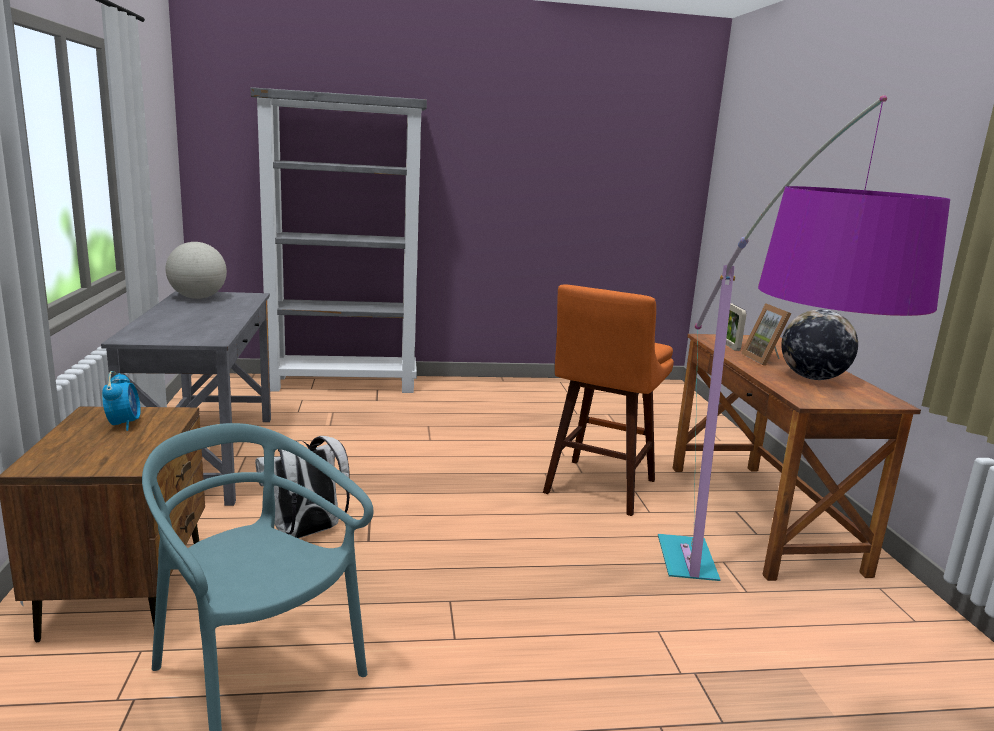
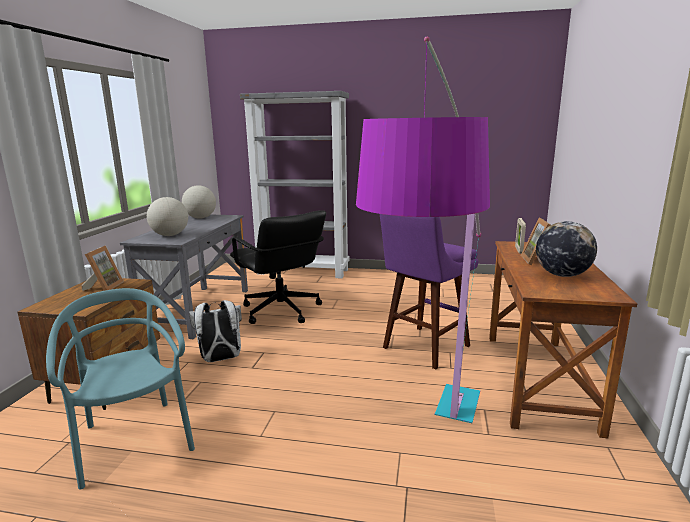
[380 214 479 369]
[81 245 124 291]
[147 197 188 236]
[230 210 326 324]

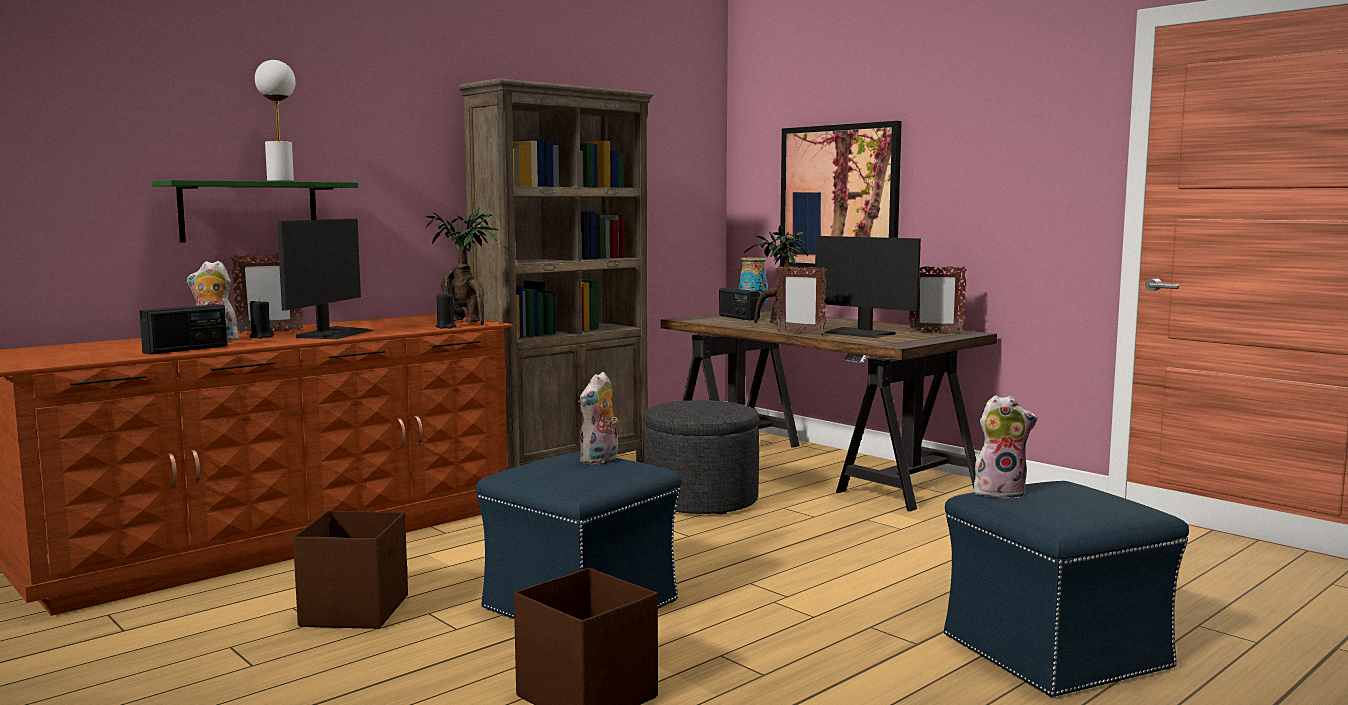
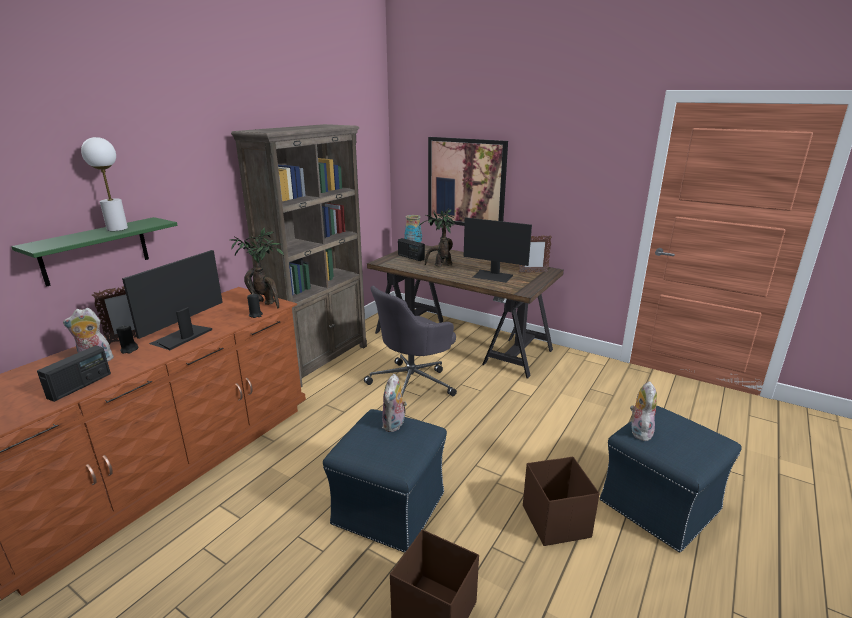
[122 250 223 350]
[776 266 827 335] (first image)
[630 381 657 441]
[364 286 457 396]
[523 456 600 546]

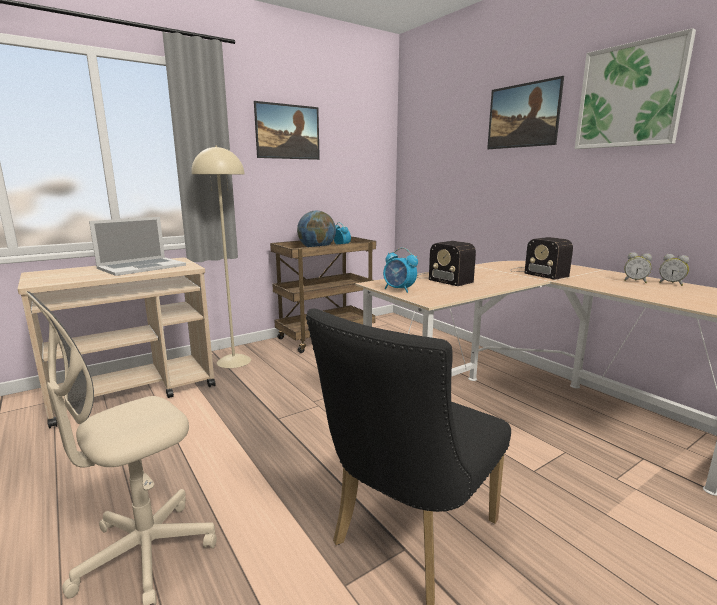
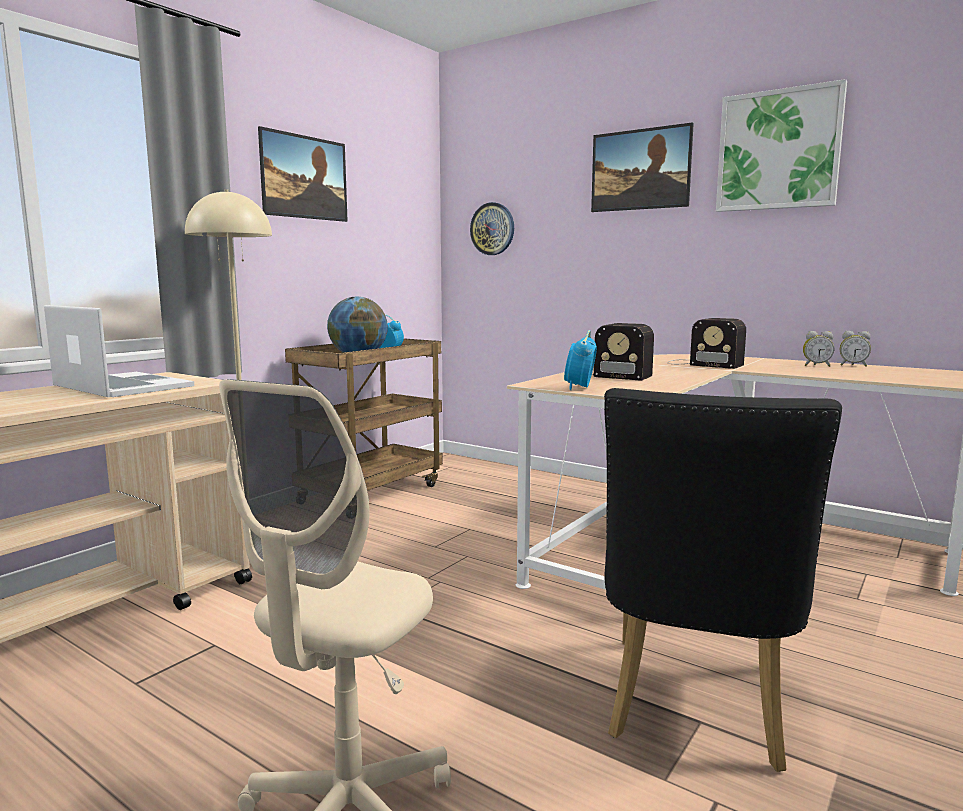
[44 305 194 397]
[564 330 597 390]
[470 202 514 255]

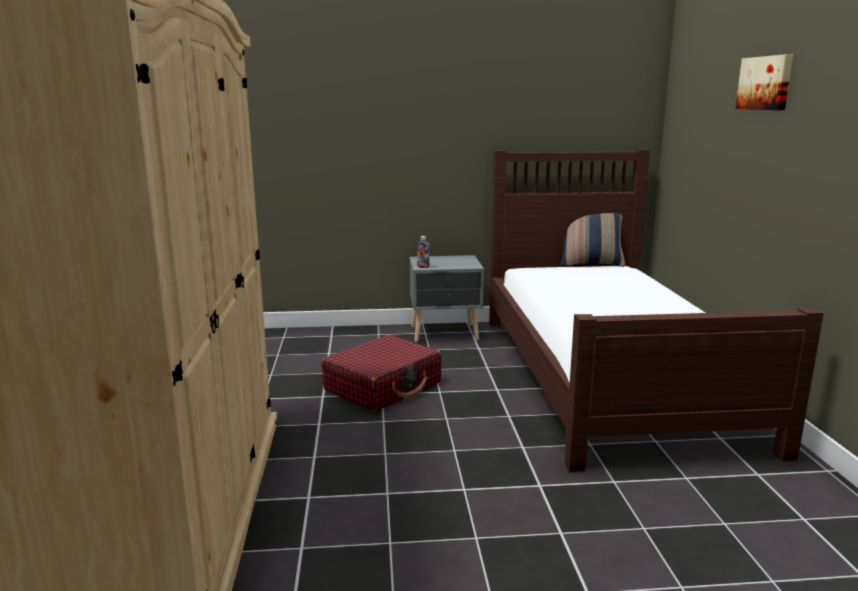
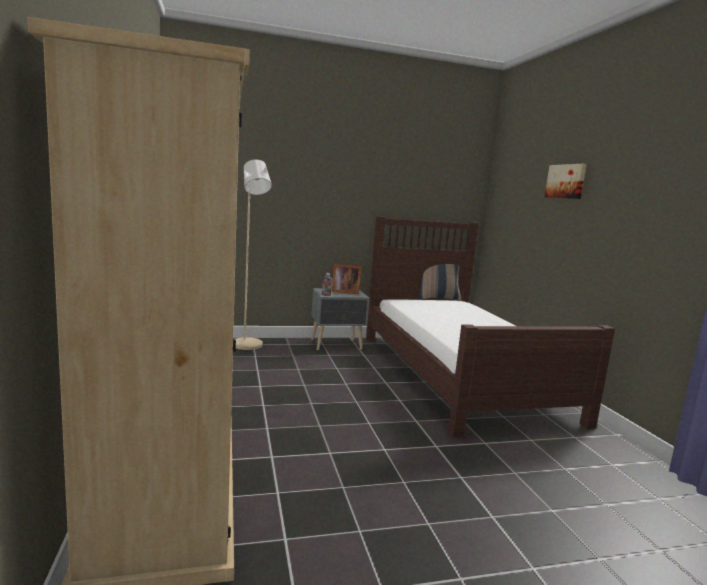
[322 335 441 411] (first image)
[234 160 272 350]
[331 264 361 294]

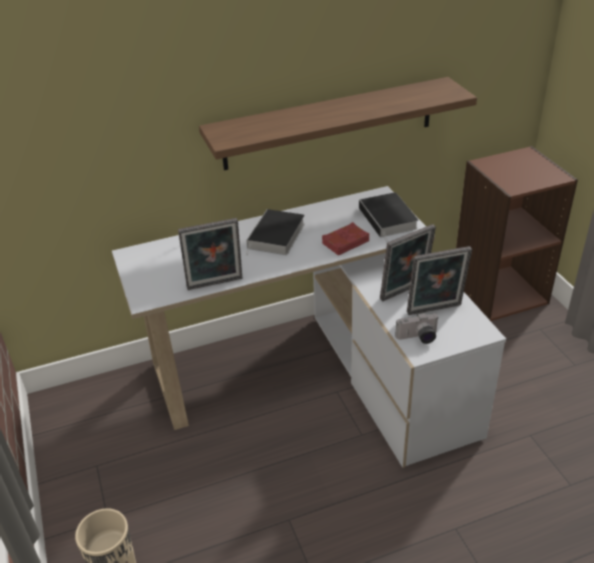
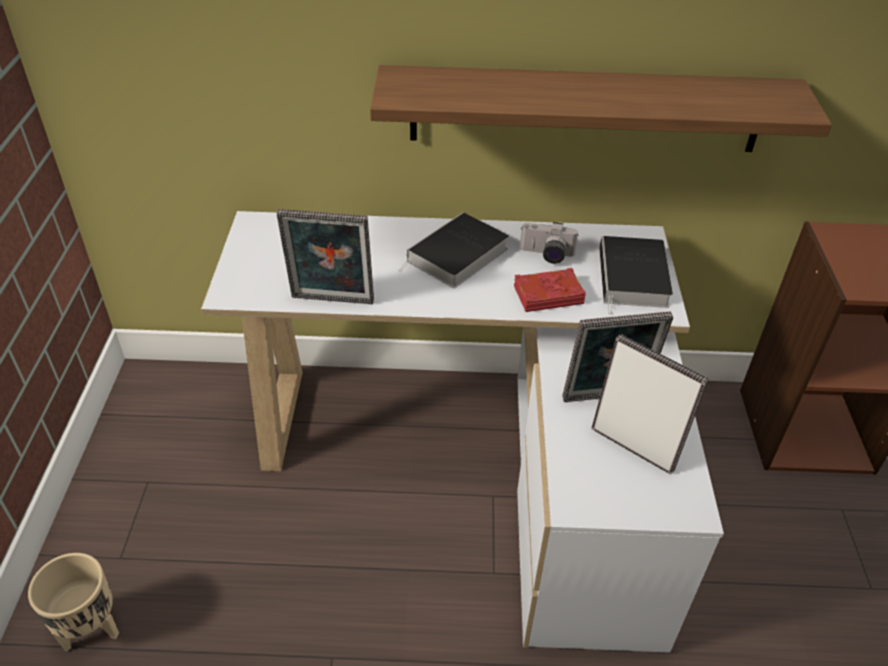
[591 334 709 474]
[520 222 578 264]

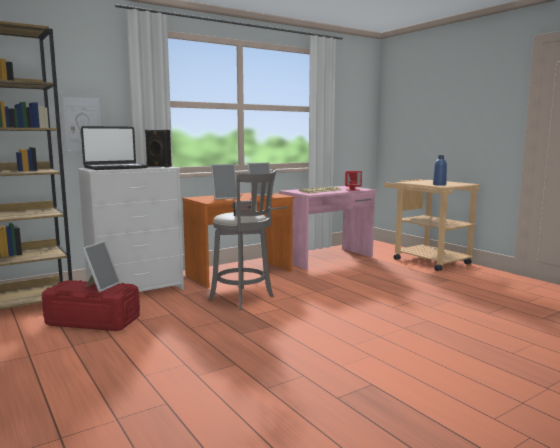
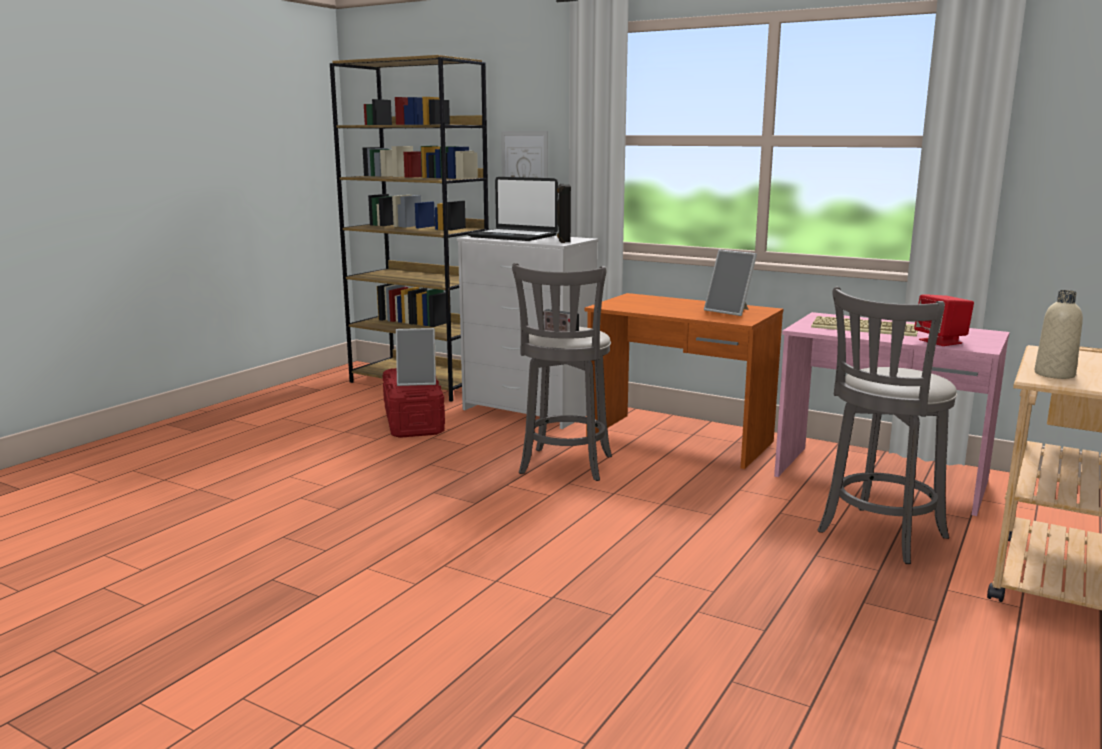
[1035 290 1083 379]
[211 164 237 200] (first image)
[818 286 957 564]

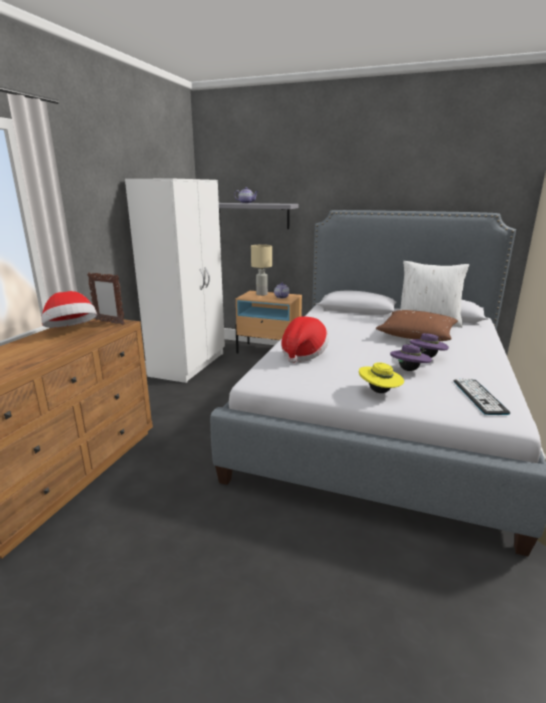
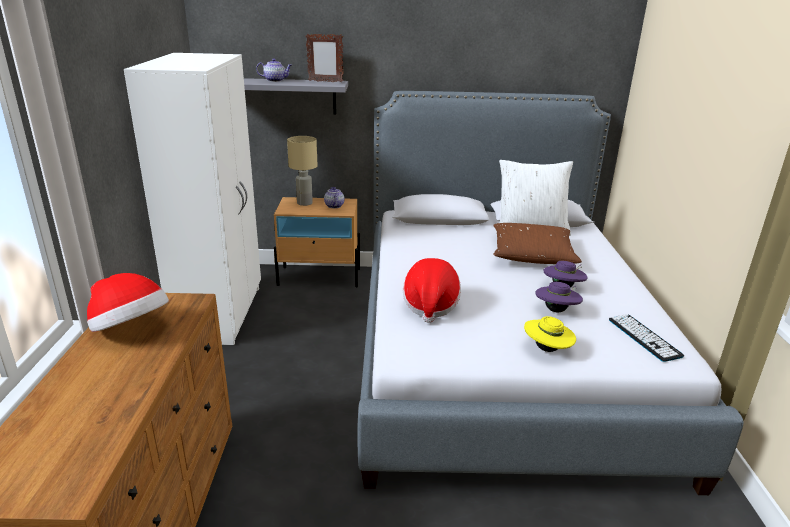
[306 33 344 83]

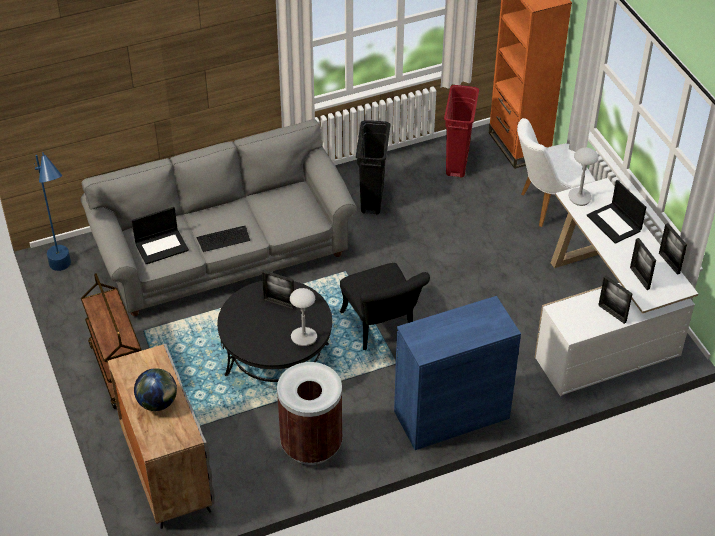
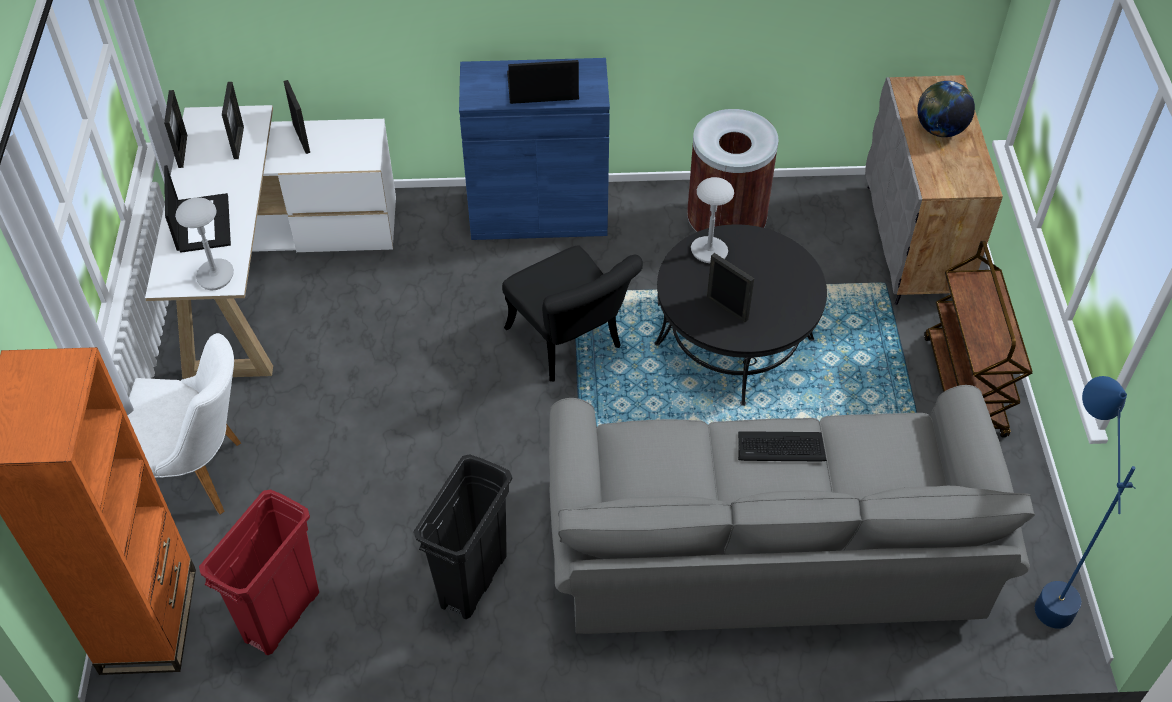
[507 60 579 104]
[502 245 643 382]

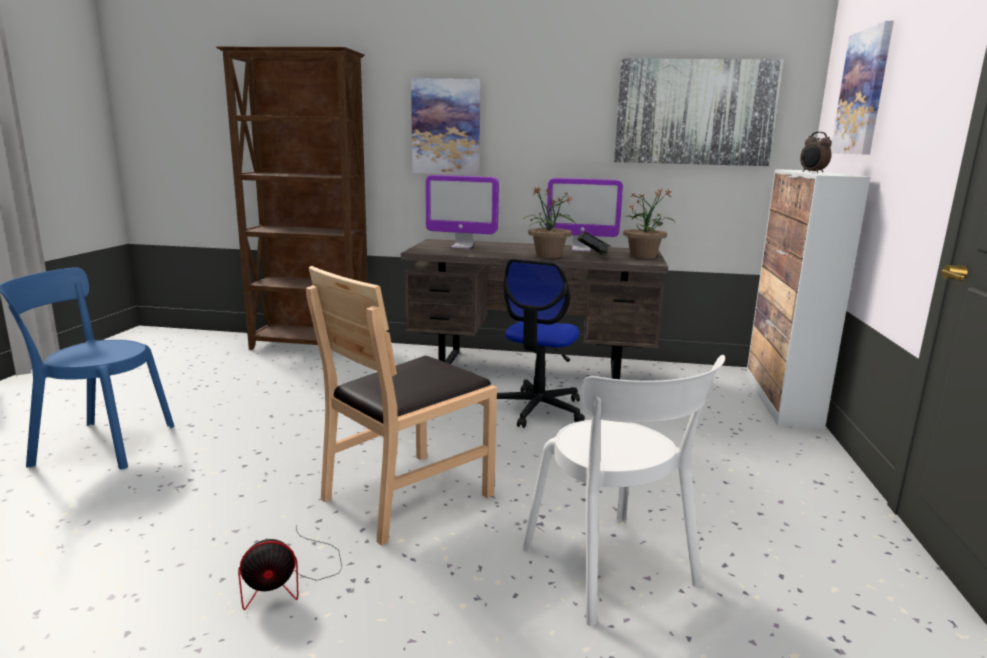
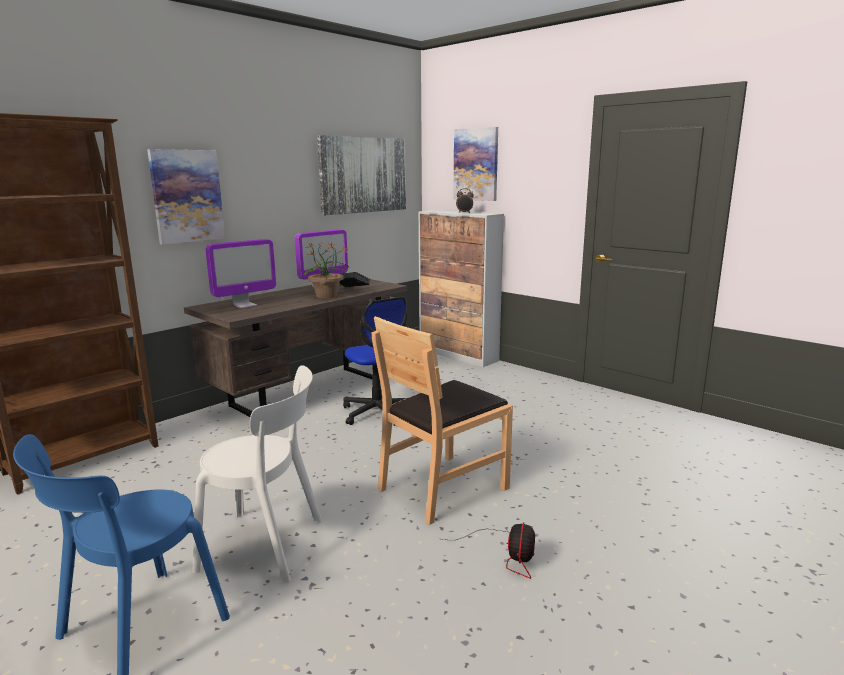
[623 189 675 259] (first image)
[372 316 513 525]
[192 365 322 583]

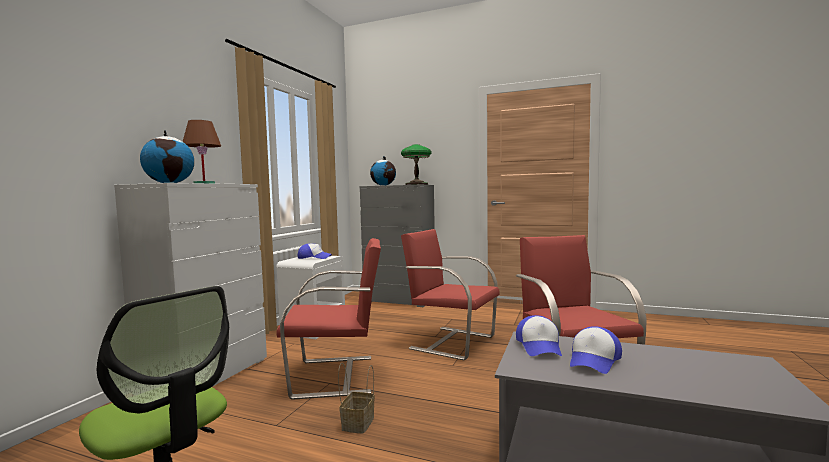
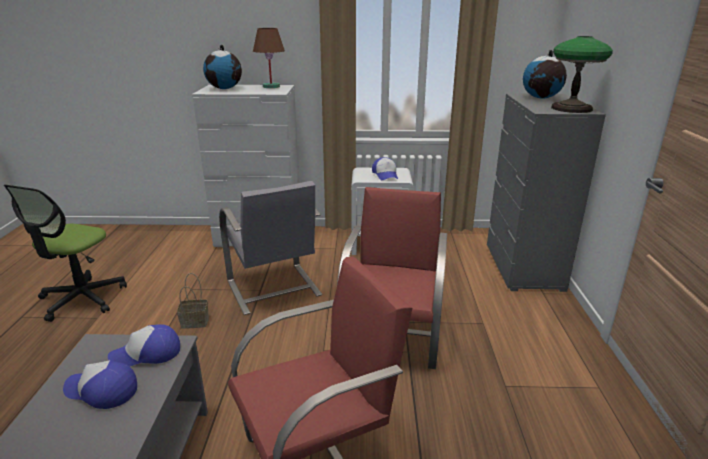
[219 181 322 315]

